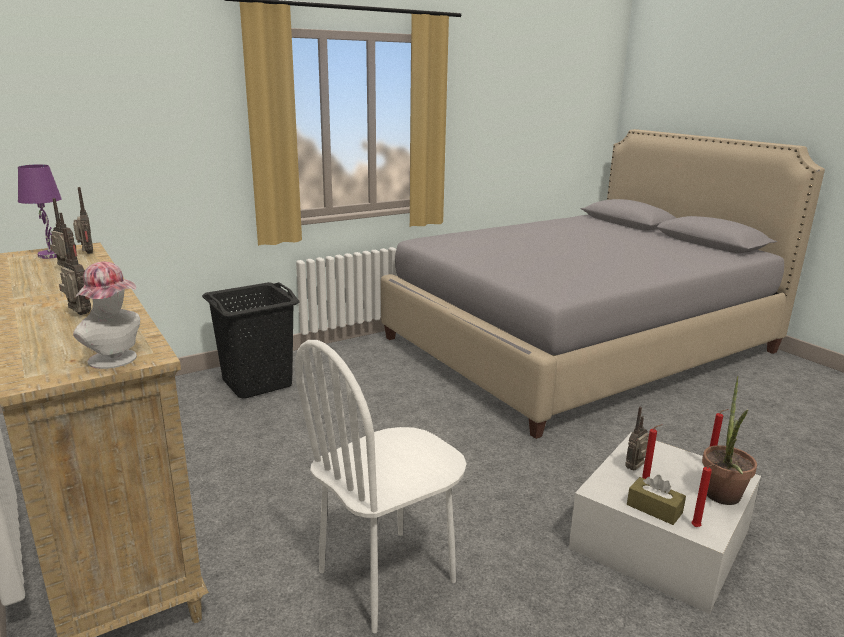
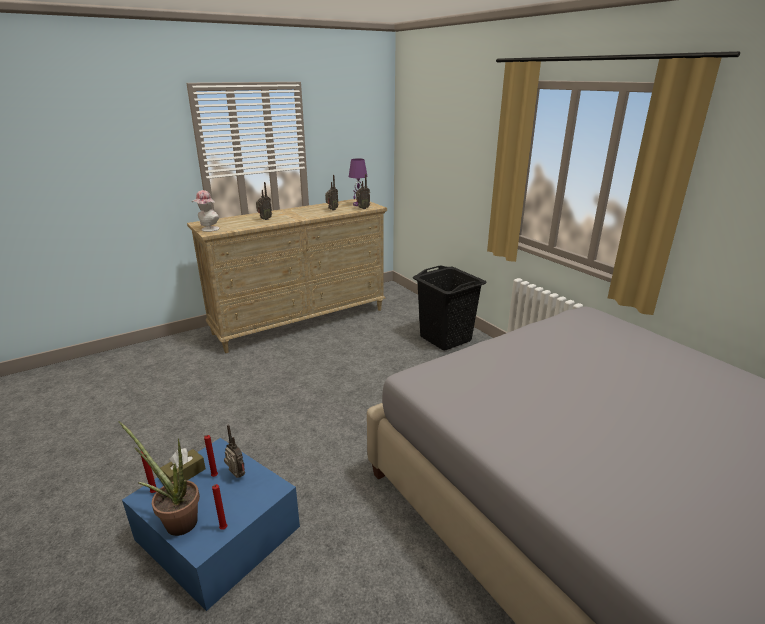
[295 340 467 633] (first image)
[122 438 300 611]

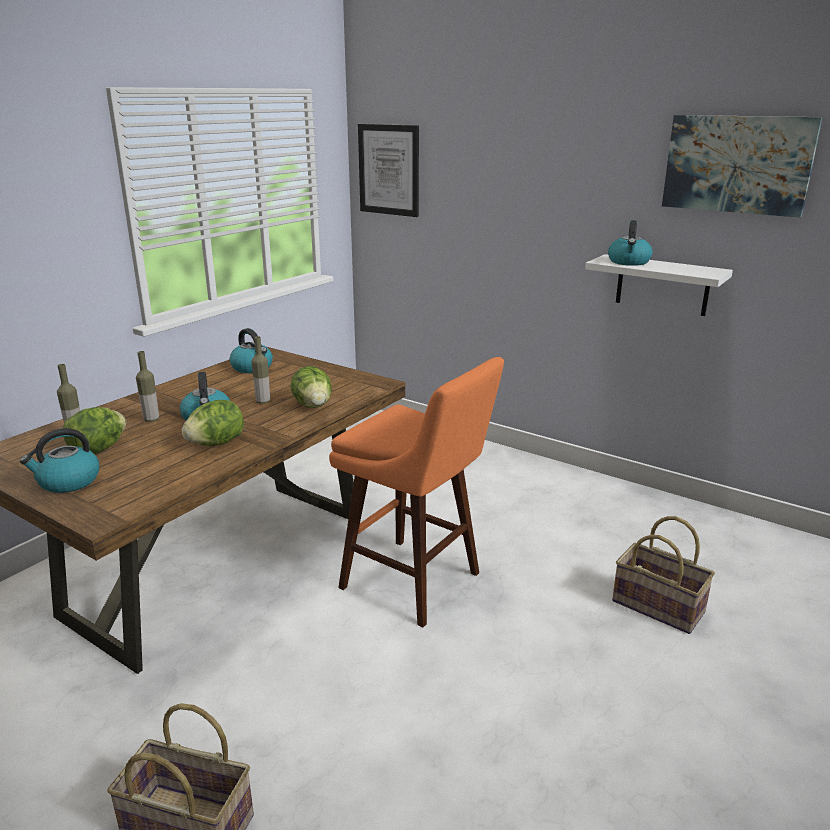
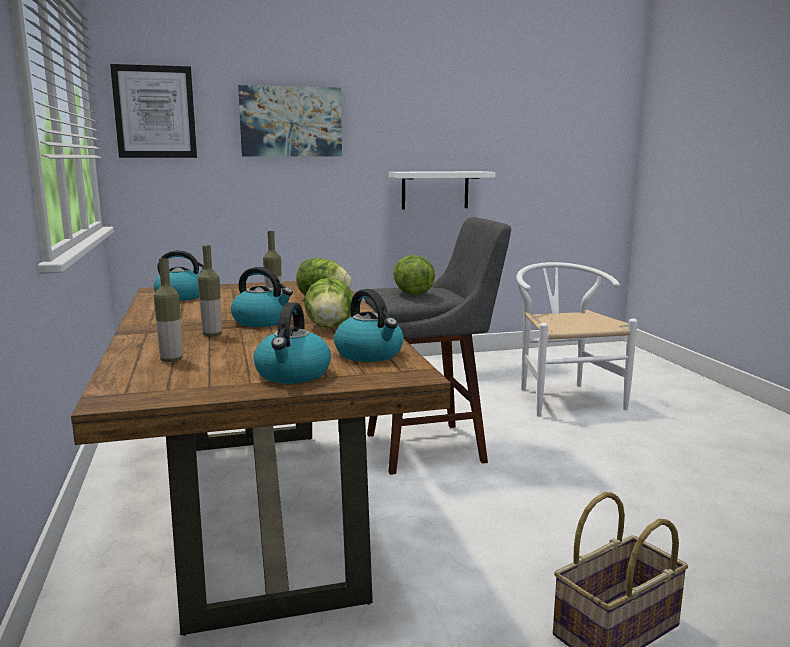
[238 85 342 157]
[334 289 404 362]
[364 217 511 475]
[393 255 435 295]
[516 262 637 417]

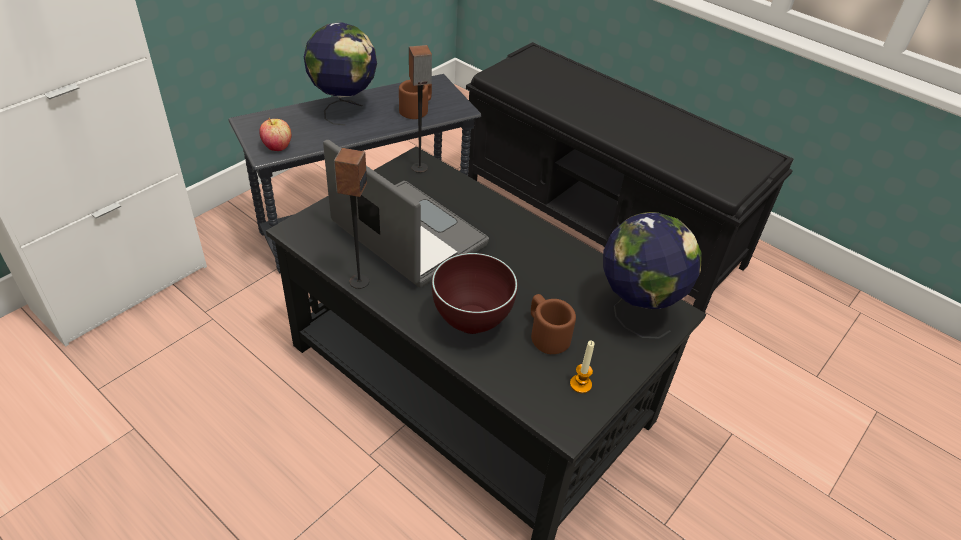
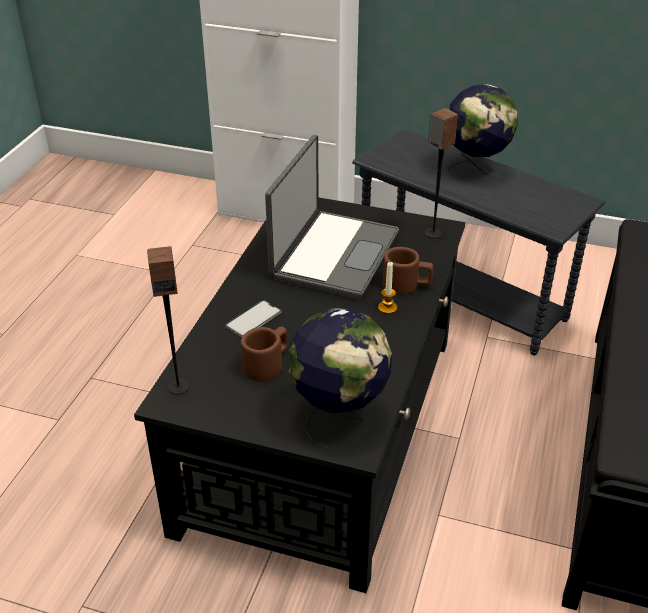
[383 247 434 294]
[259 118 292 151] (first image)
[147 246 189 395]
[225 300 282 337]
[378 262 397 314]

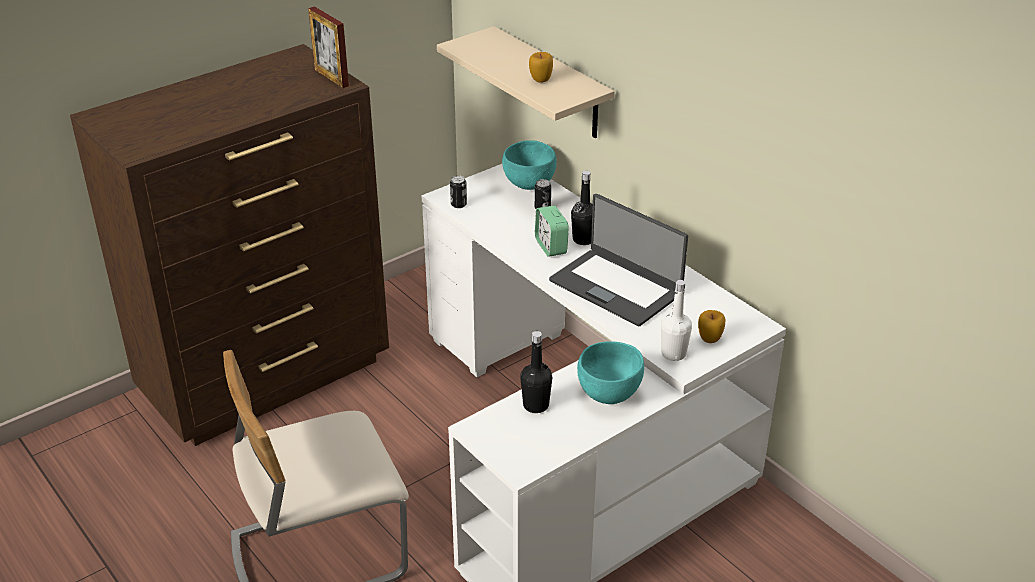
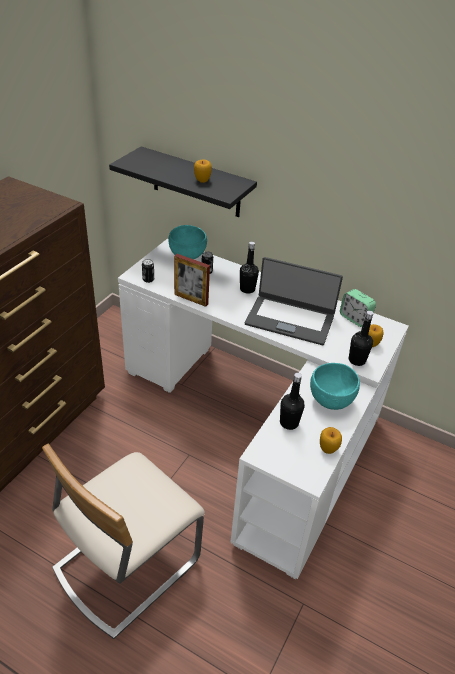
[174 254 210 307]
[109 146 257 217]
[340 289 376 327]
[349 311 373 366]
[320 427 342 454]

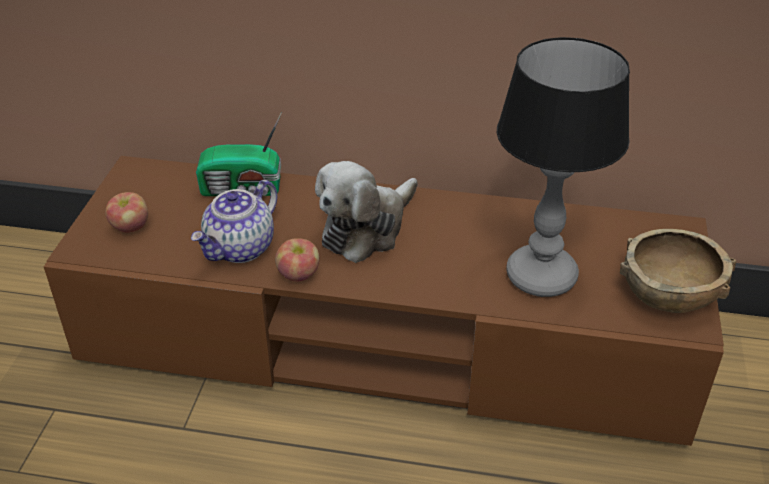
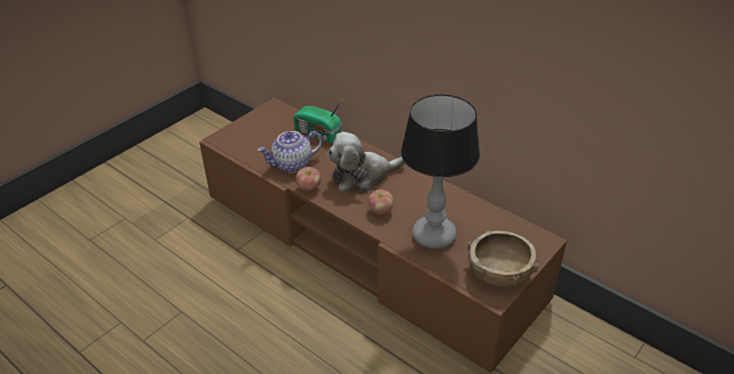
[368 190 394 215]

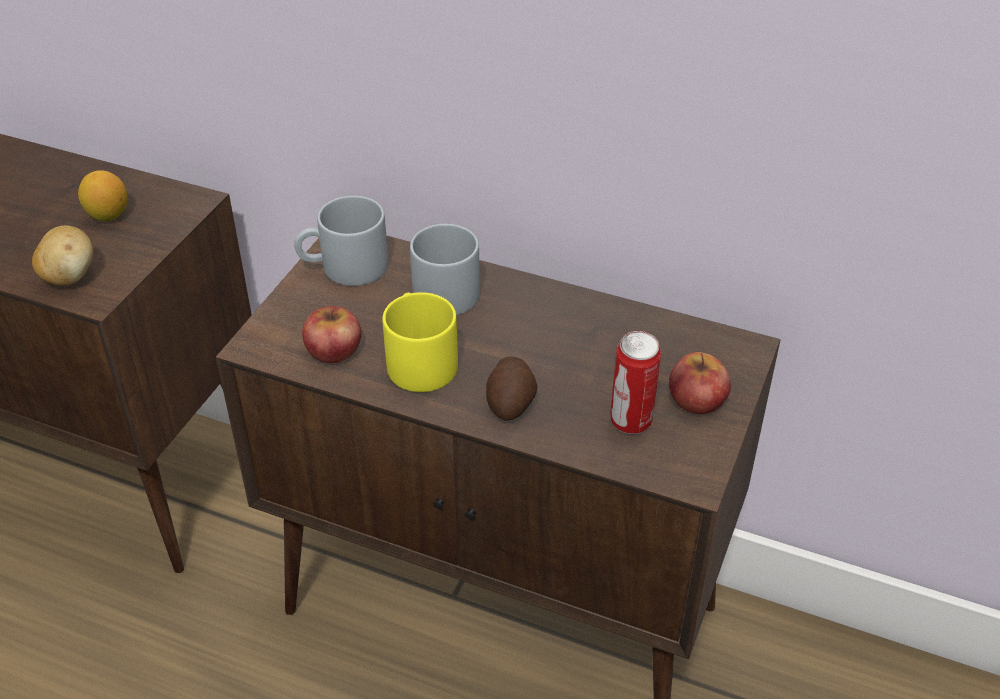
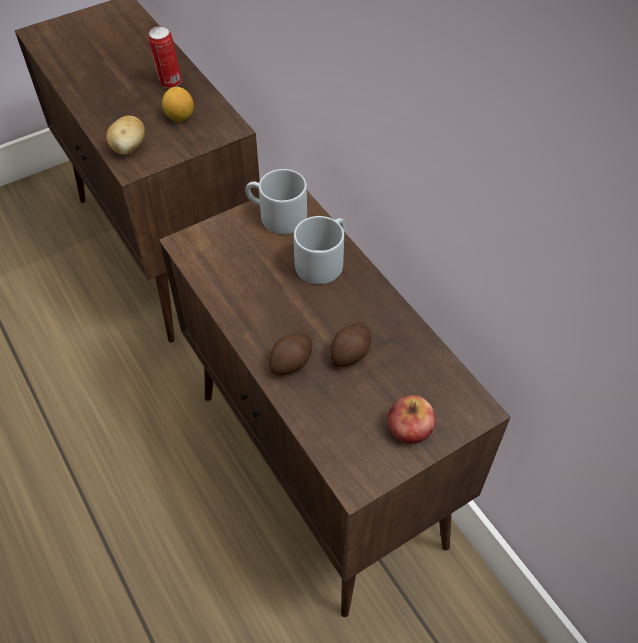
[382 292 458 392] (first image)
[302 306 361 363] (first image)
[148 26 182 88]
[330 322 371 367]

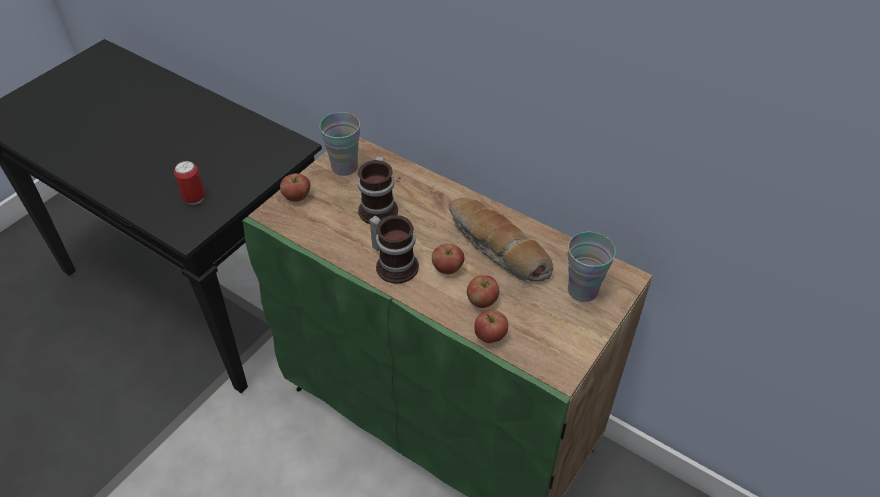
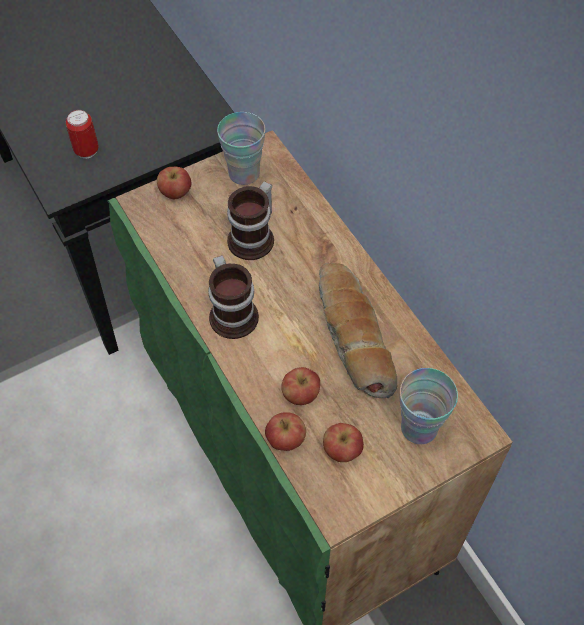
[323 423 364 462]

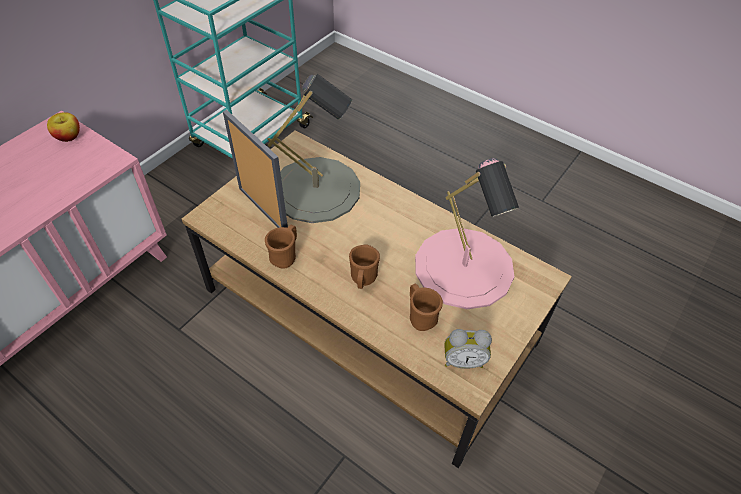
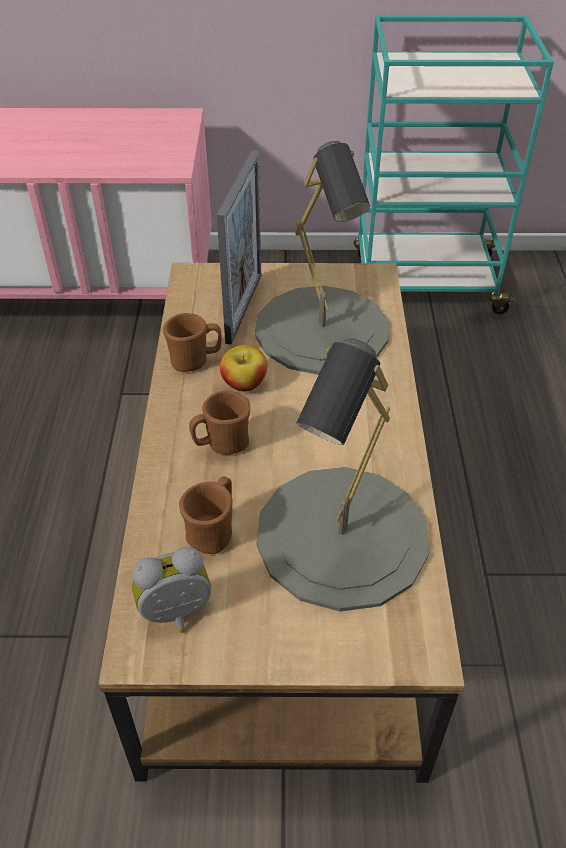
[220 345 267 391]
[256 338 429 612]
[132 547 211 633]

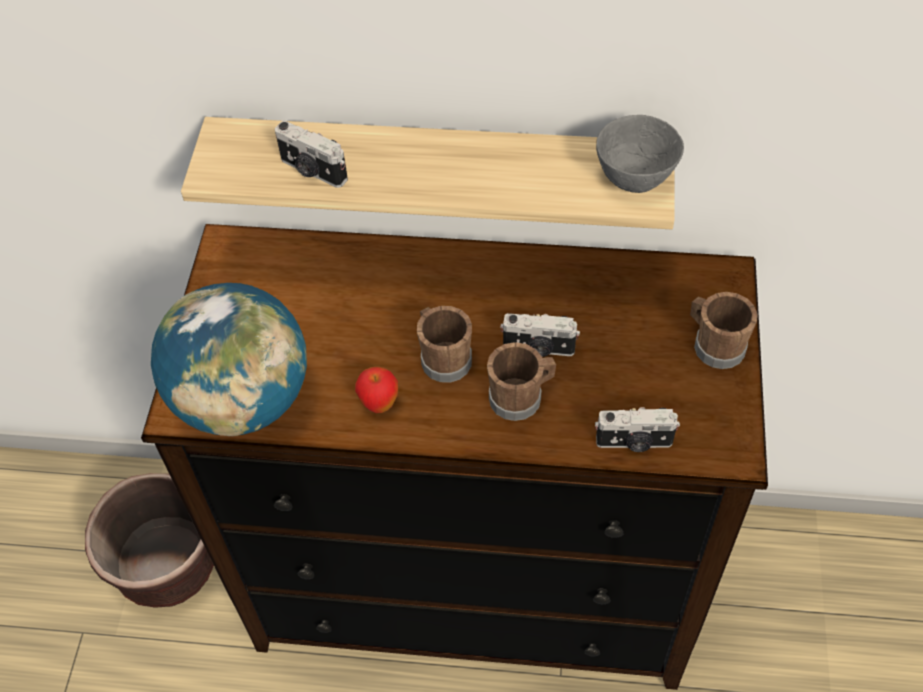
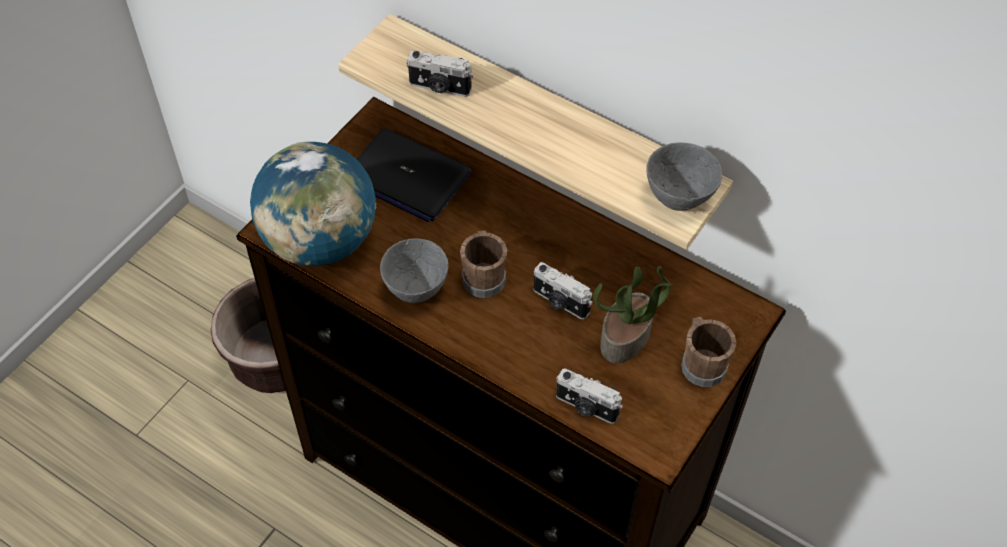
[406 51 473 97]
[487 342 556 421] (first image)
[380 238 448 303]
[357 128 471 222]
[593 266 672 363]

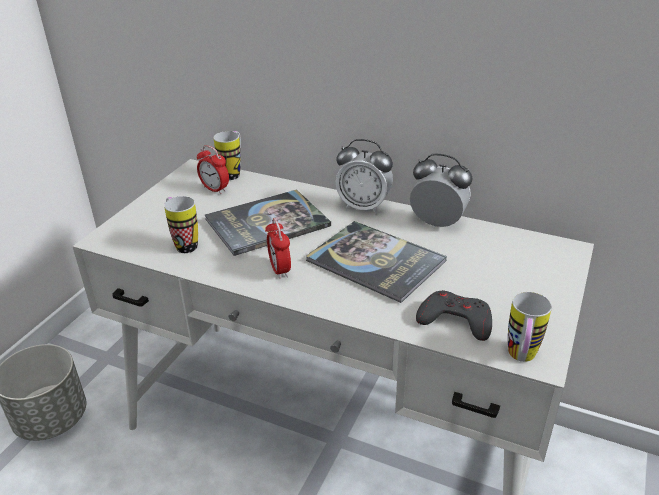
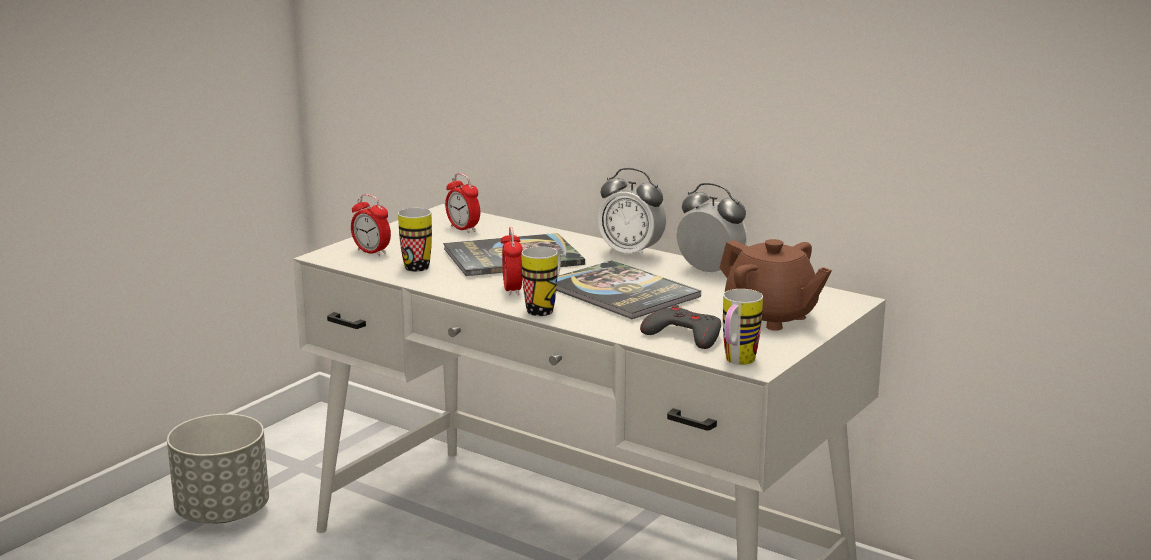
[522 246 561 316]
[351 194 391 256]
[719 239 832 331]

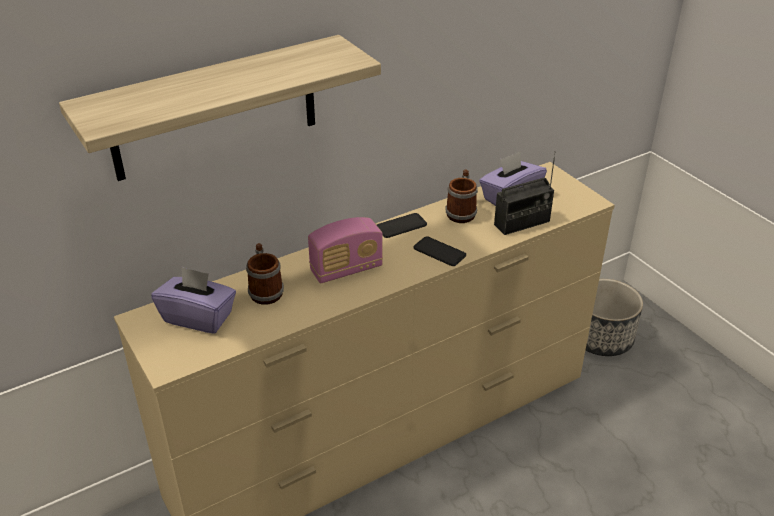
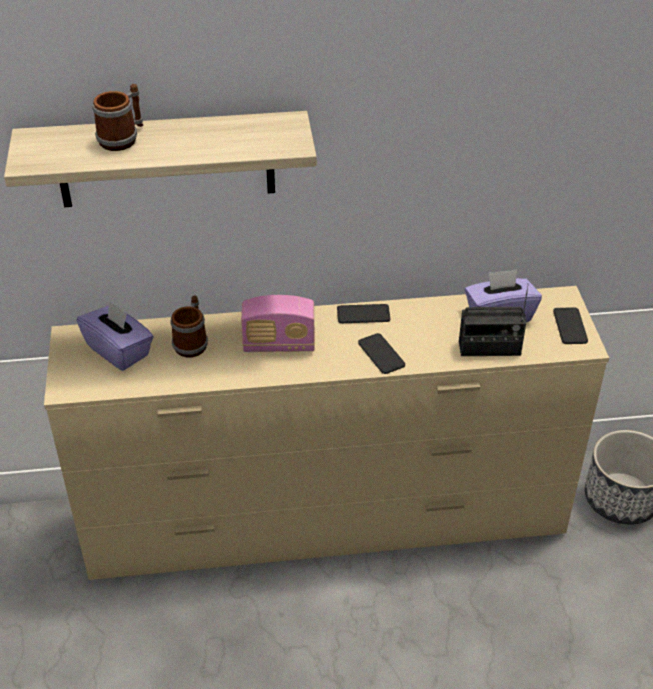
[92 84 143 151]
[553 307 588 344]

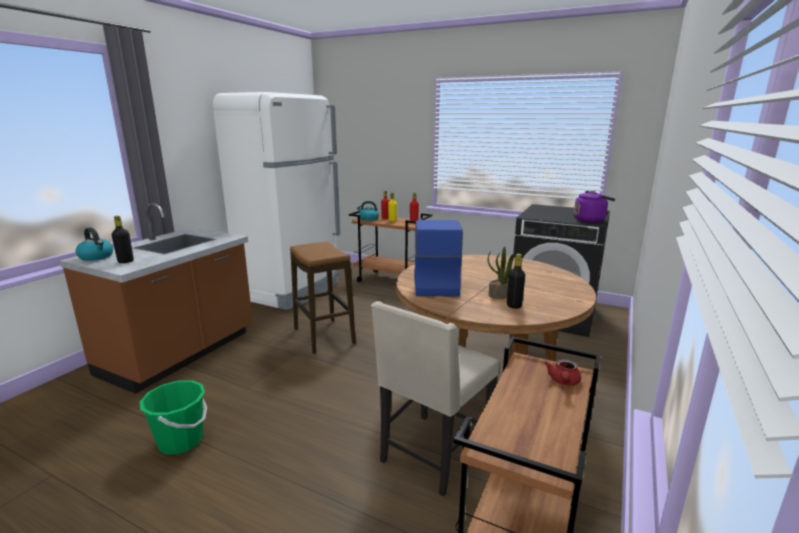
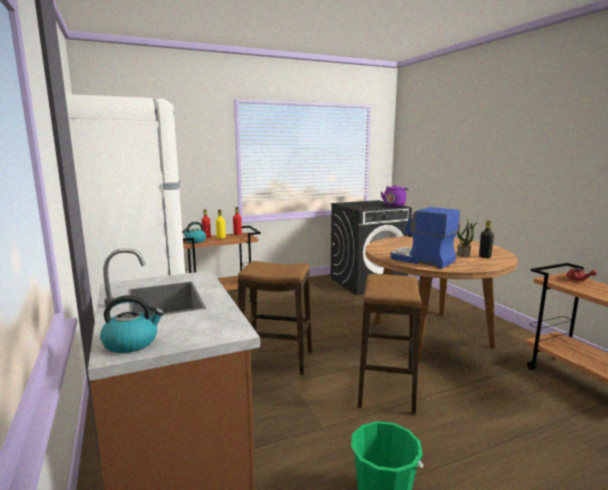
[112 216 134 263] (first image)
[371 301 499 497] (first image)
[358 274 422 414]

